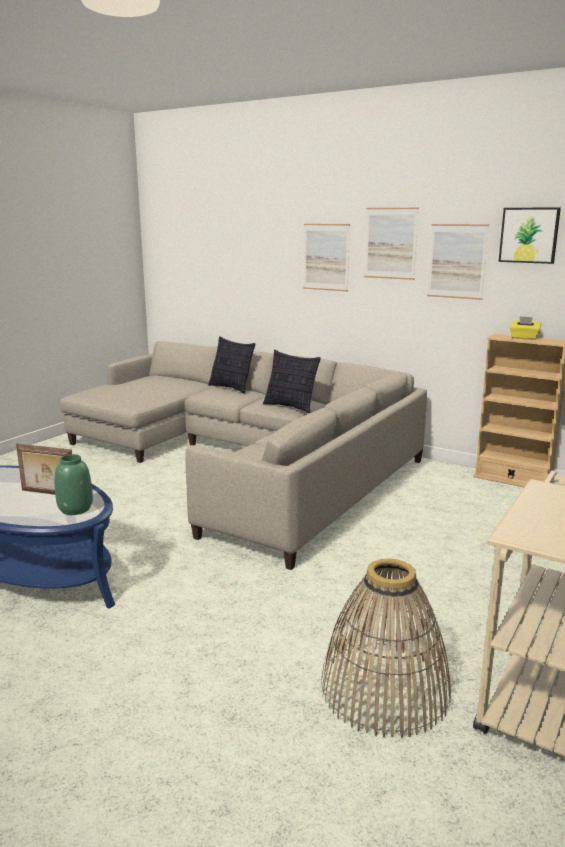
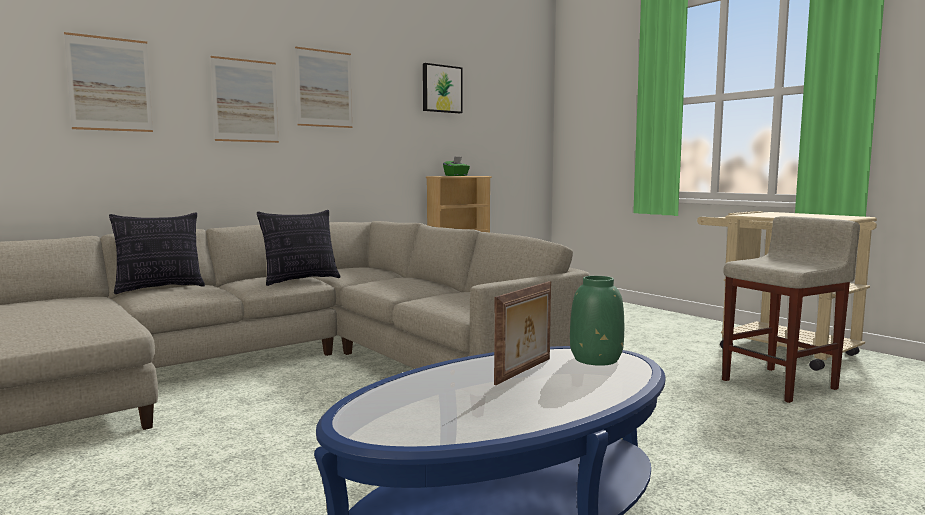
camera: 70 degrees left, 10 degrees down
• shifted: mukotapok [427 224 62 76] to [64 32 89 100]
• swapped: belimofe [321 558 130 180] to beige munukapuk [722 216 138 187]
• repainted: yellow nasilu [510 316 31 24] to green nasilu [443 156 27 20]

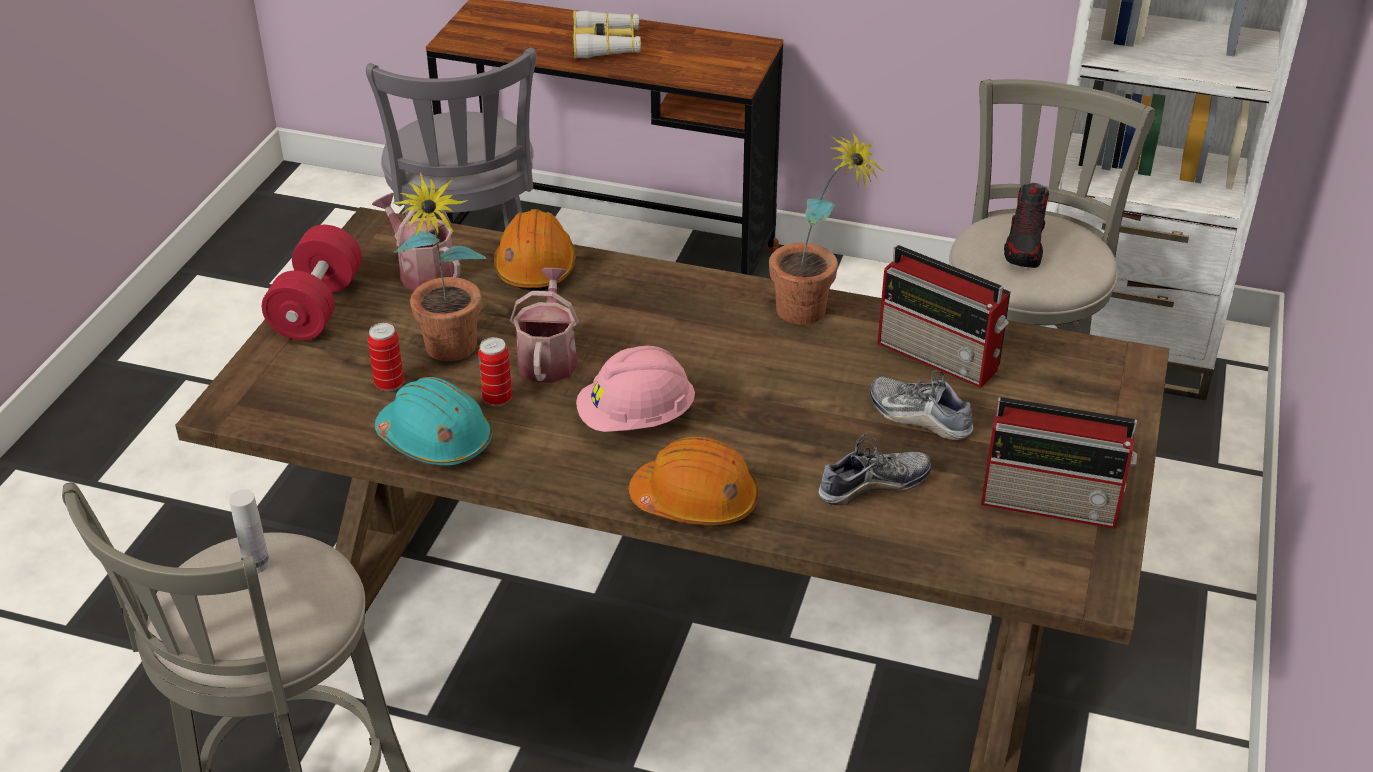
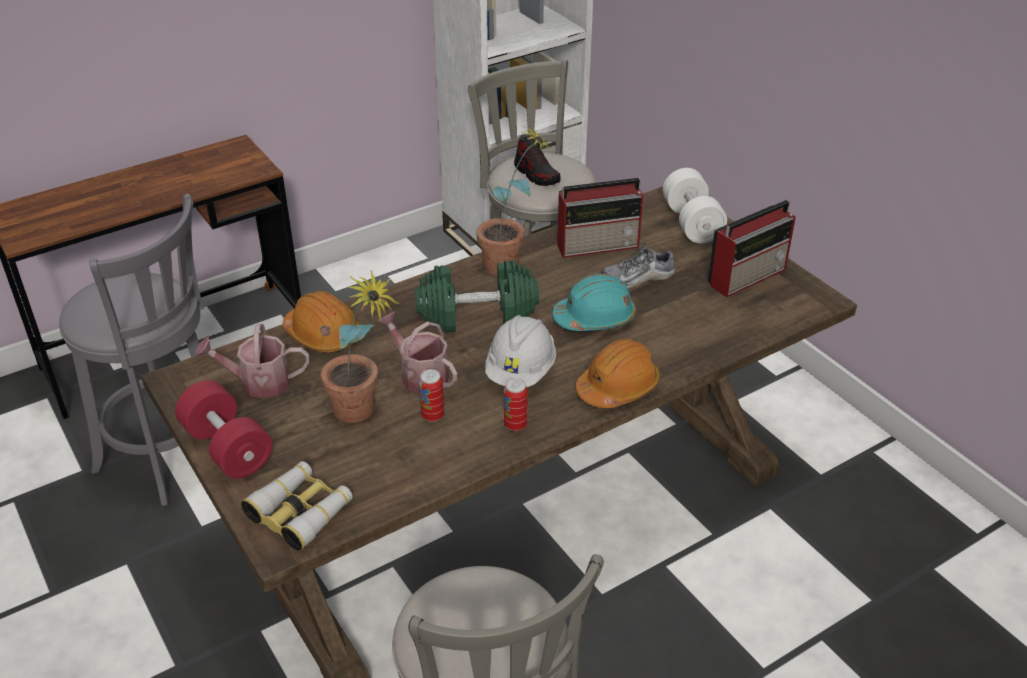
camera: 50 degrees left, 0 degrees up
• gone: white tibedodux [229 490 41 83]
• gone: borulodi [818 432 113 73]
• new: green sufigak [415 260 124 72]
• new: white sufigak [663 168 64 75]
• shifted: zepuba [368 323 36 68] to [504 378 24 53]
• shifted: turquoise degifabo [375 377 118 88] to [552 274 84 57]
• shifted: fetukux [573 11 68 48] to [241 461 112 90]
• repainted: pink degifabo [576 346 119 86] to white degifabo [485 315 71 72]

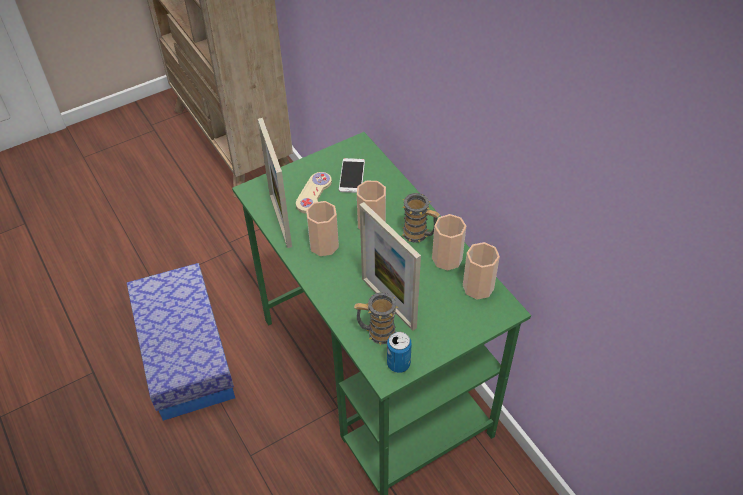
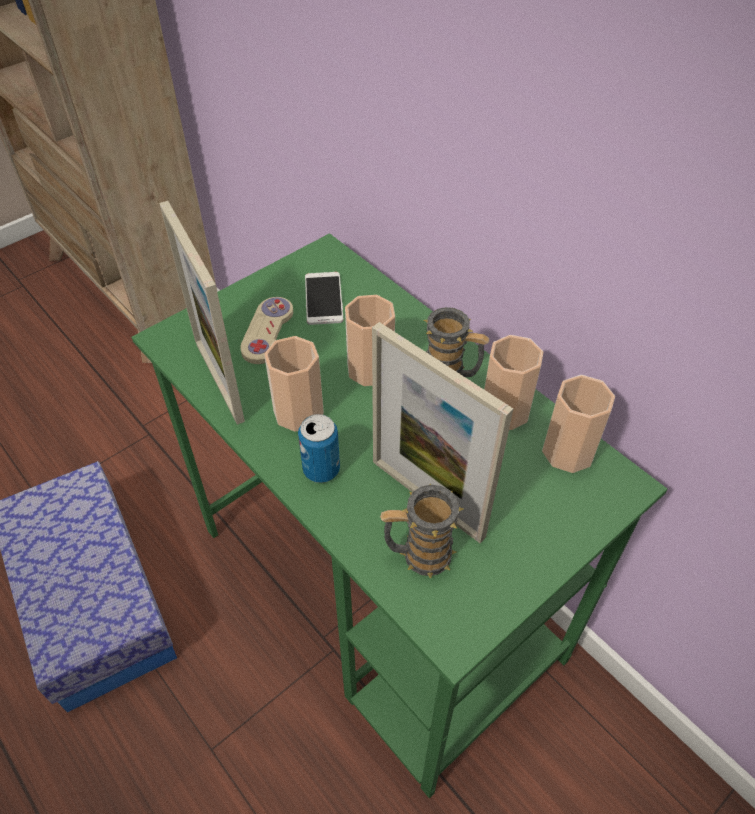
camera: 10 degrees left, 0 degrees up
• shifted: zepuba [387 332 25 41] to [298 414 42 69]

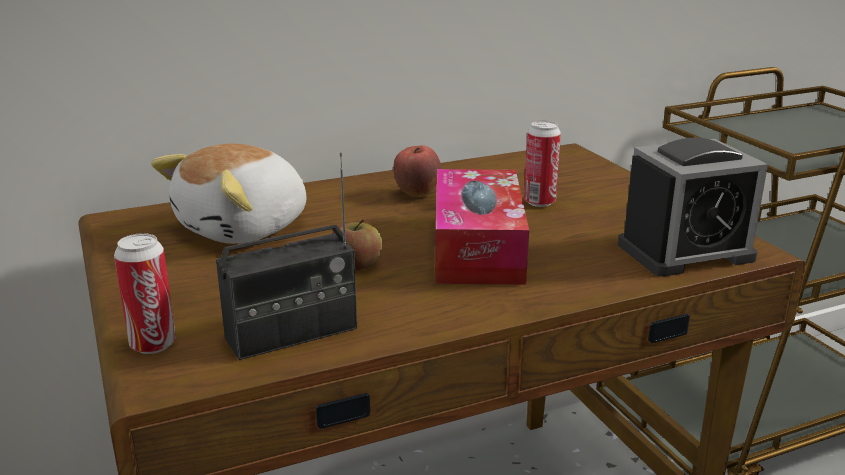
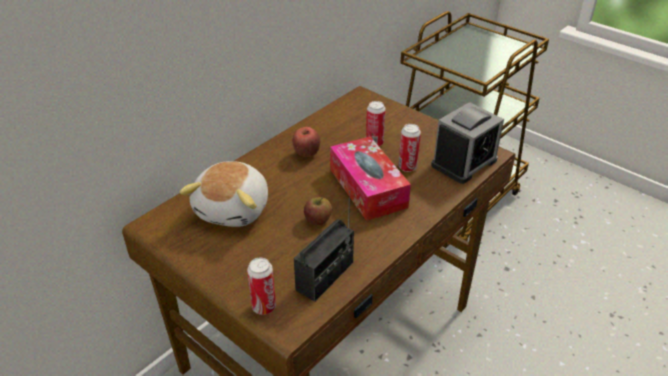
camera: 25 degrees left, 15 degrees up
• new: zepuba [398 124 23 48]

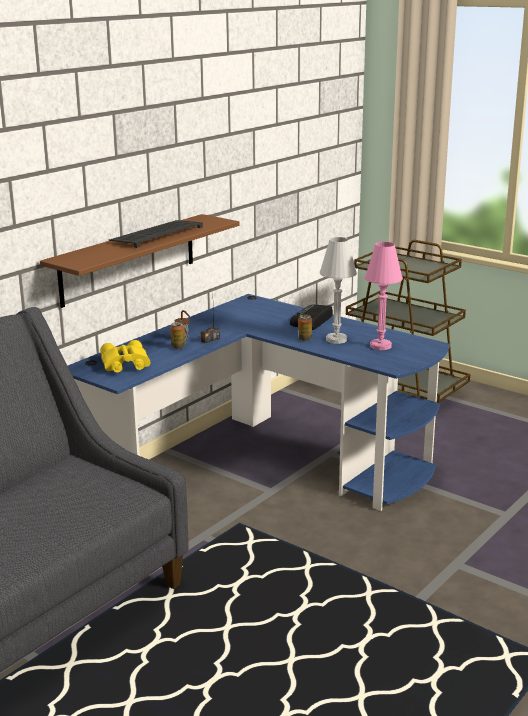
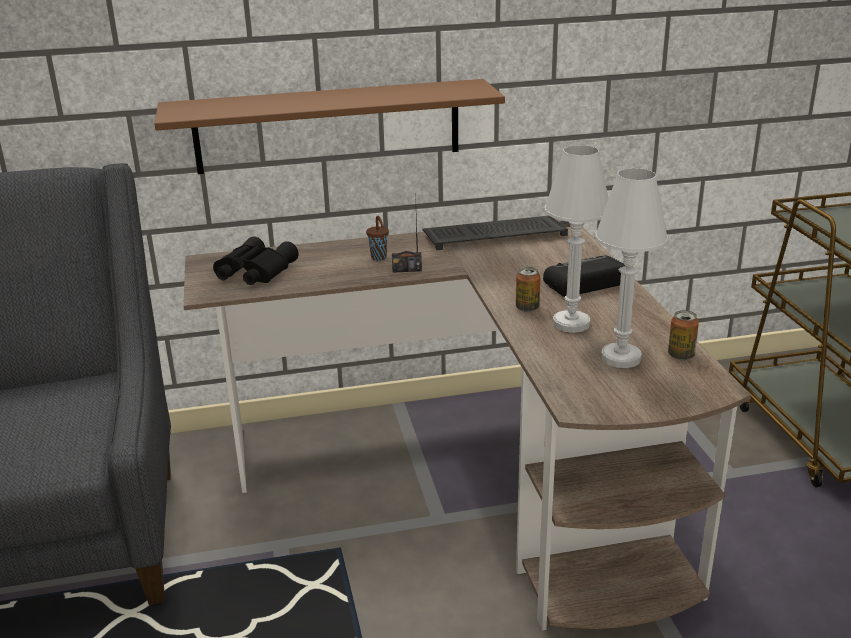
camera: 40 degrees right, 5 degrees up
• shifted: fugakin [109 220 94 28] to [422 216 146 34]
• shifted: zepuba [170 322 16 27] to [668 310 31 50]
• repainted: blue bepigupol [68 294 381 217] to brown bepigupol [183 218 568 413]
• repainted: yellow fetukux [100 340 50 32] to black fetukux [213 236 86 49]
• repainted: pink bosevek [365 242 38 108] to white bosevek [595 168 73 200]

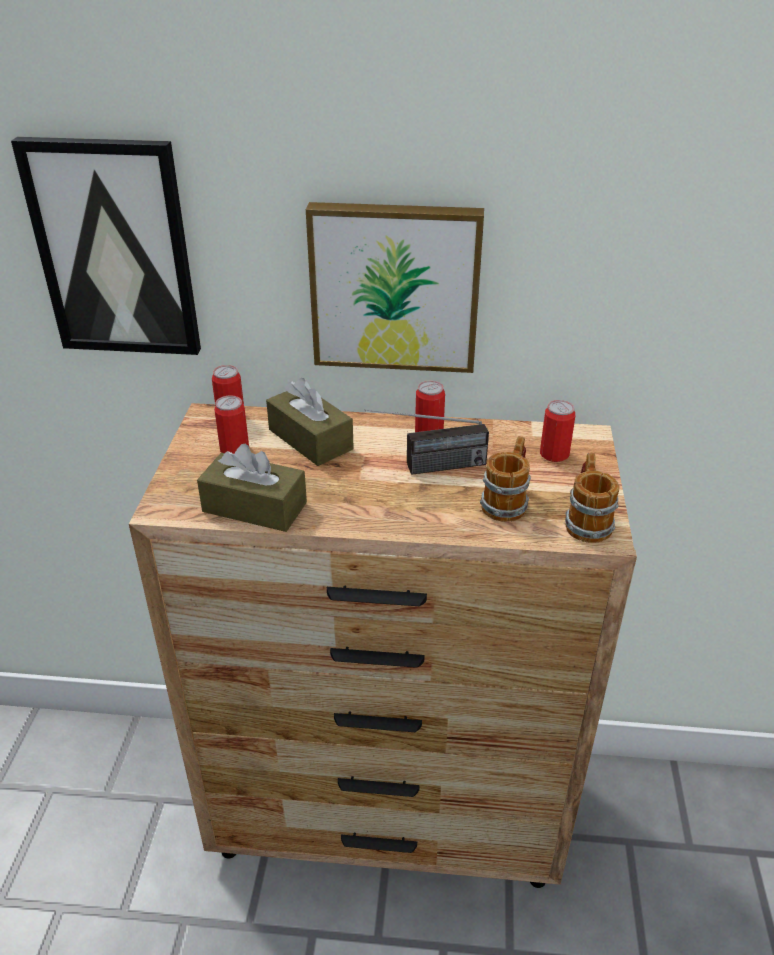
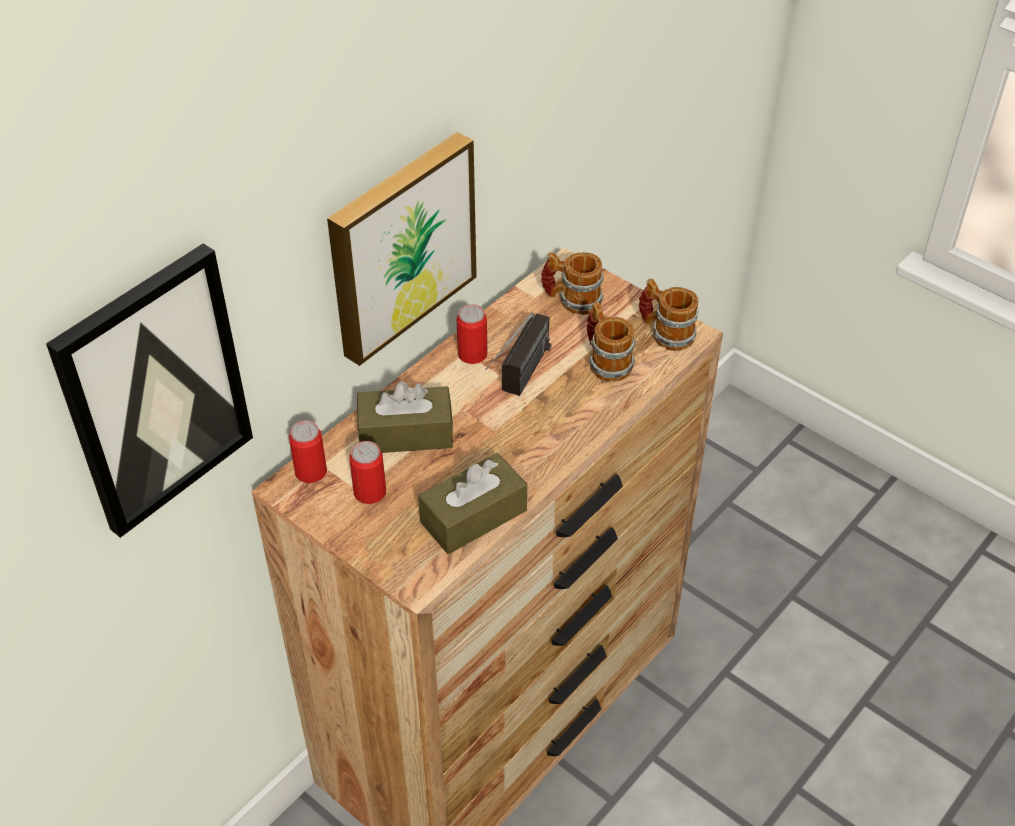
camera: 55 degrees left, 10 degrees up
• swapped: zepuba [540 400 35 62] to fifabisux [541 252 63 63]

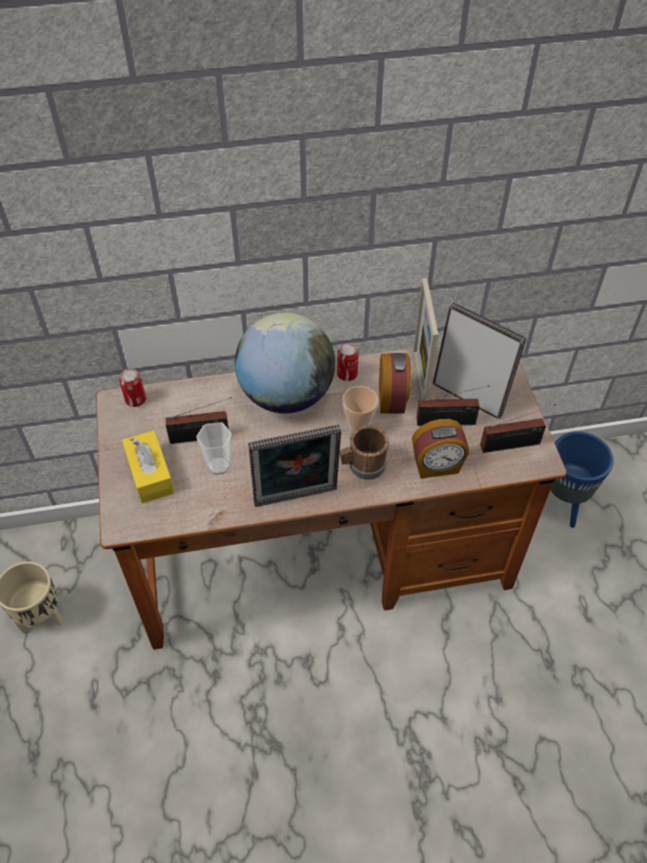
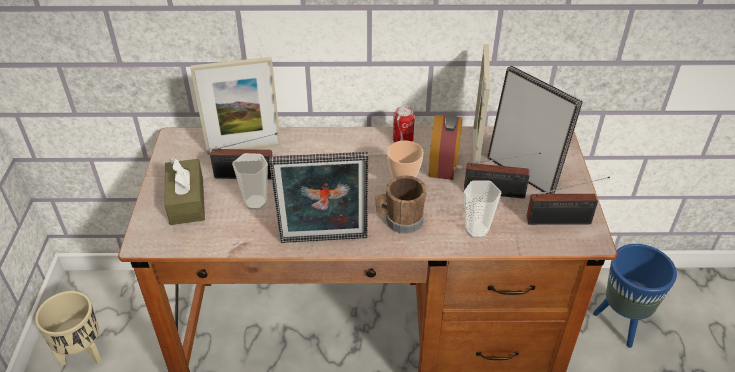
camera: 10 degrees right, 10 degrees down
• gone: zepuba [119 368 27 39]
• gone: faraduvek [235 313 100 100]
• new: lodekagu [190 57 91 98]
• swapped: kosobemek [412 419 57 60] to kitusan [464 180 37 58]
• repainted: yellow nasilu [122 430 53 73] to brown nasilu [165 158 40 67]

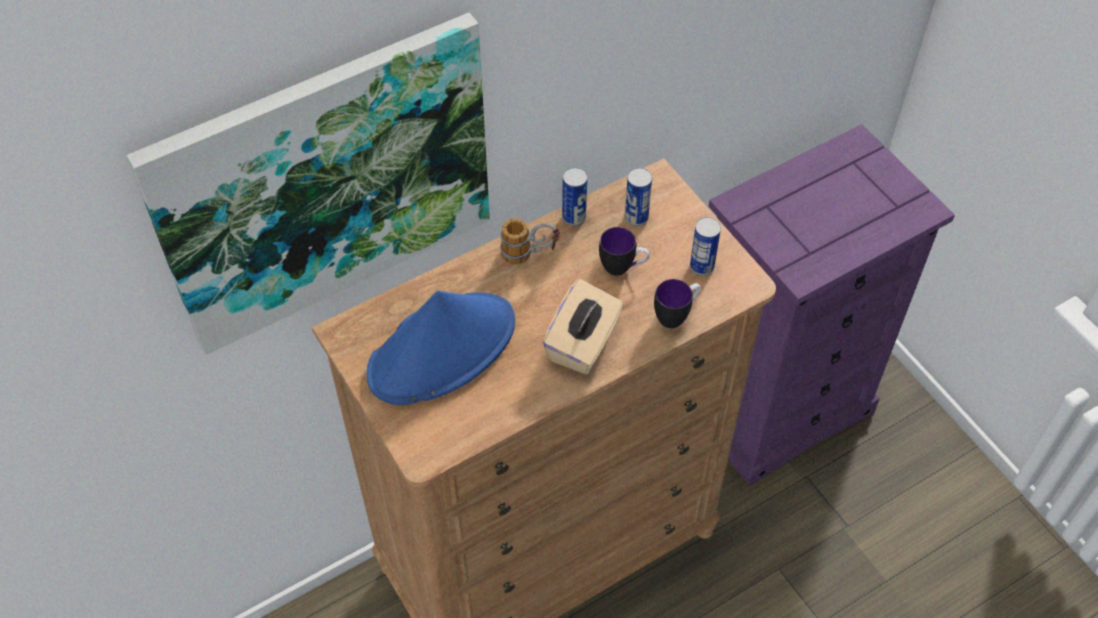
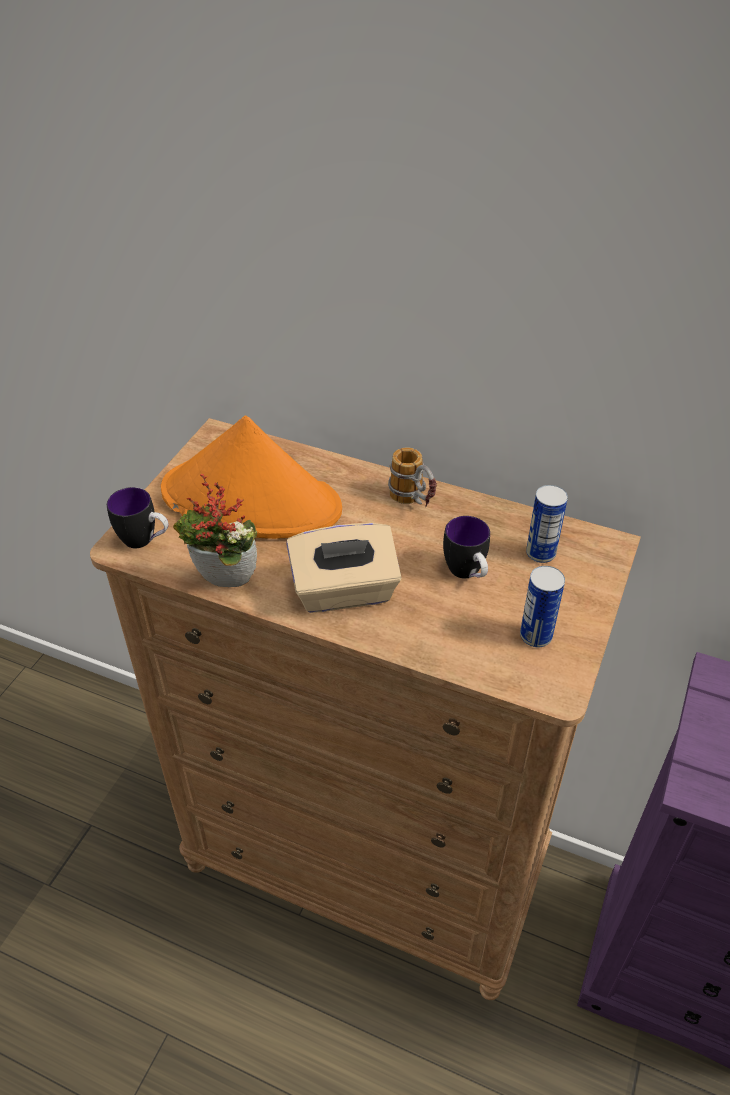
camera: 55 degrees right, 10 degrees down
• gone: mukotapok [126 12 364 343]
• gone: zepuba [562 167 25 59]
• new: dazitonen [173 474 84 113]
• shifted: fifabisux [654 279 47 49] to [107 487 61 61]
• repainted: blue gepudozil [367 290 148 115] to orange gepudozil [161 416 181 123]

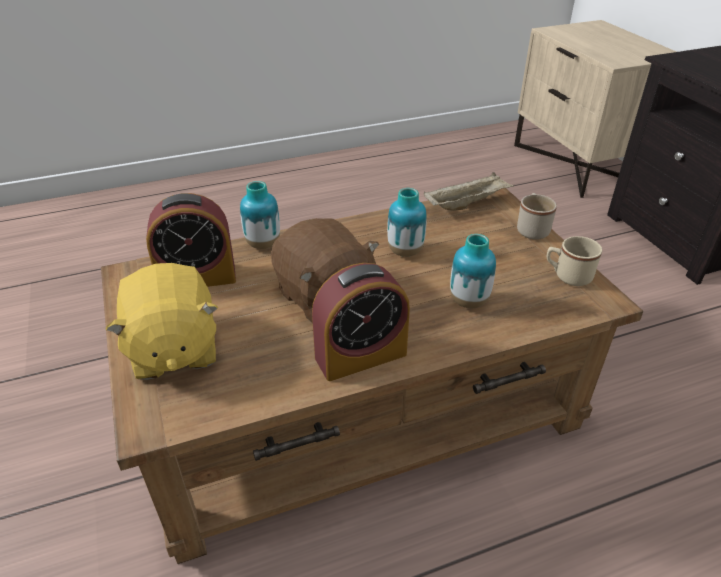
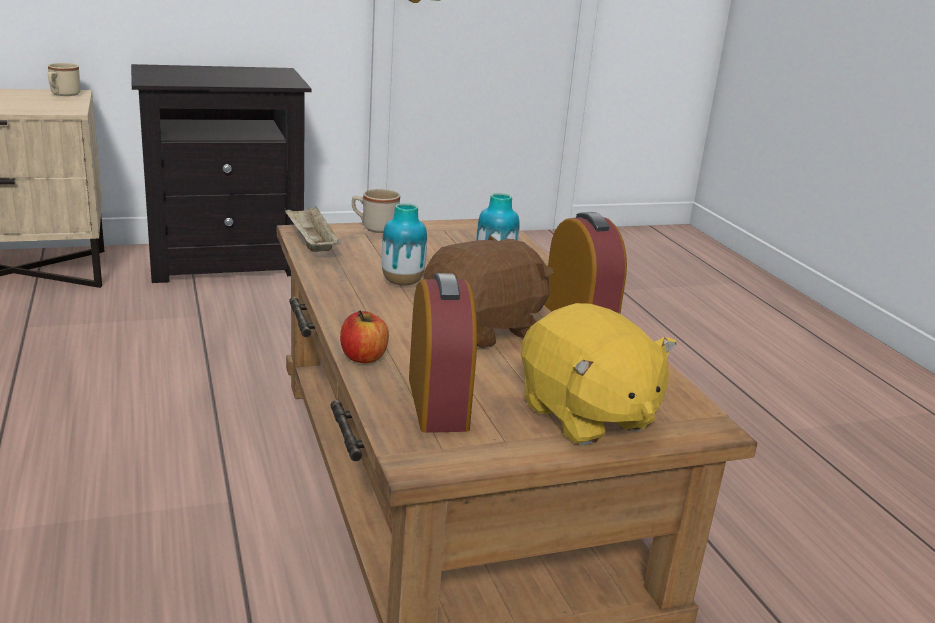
camera: 90 degrees left, 15 degrees down
• shifted: beige fifabisux [546 236 56 50] to [48 63 33 33]
• swapped: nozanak [240 181 40 68] to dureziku [340 310 49 53]
• rotated: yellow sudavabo [105 263 113 117] = [521 303 156 142] 75 degrees clockwise

